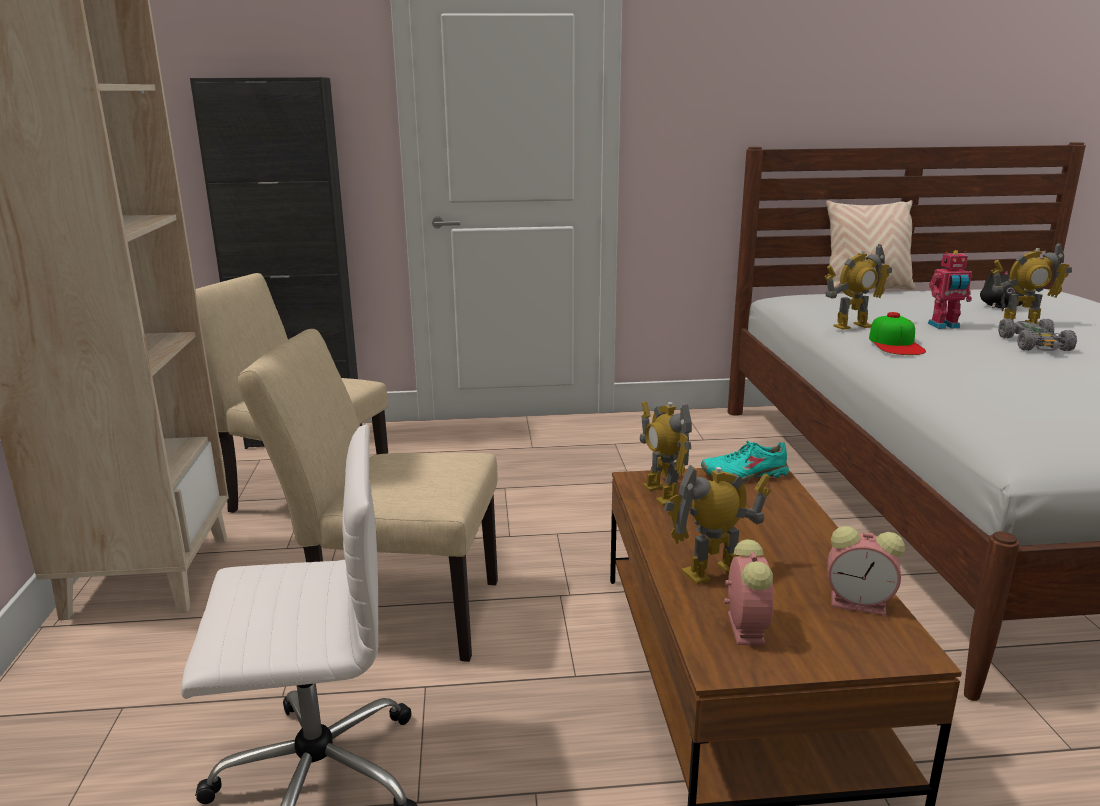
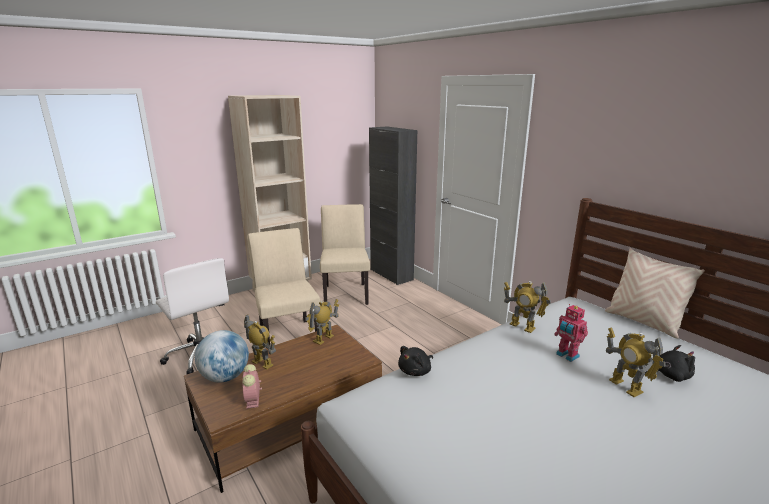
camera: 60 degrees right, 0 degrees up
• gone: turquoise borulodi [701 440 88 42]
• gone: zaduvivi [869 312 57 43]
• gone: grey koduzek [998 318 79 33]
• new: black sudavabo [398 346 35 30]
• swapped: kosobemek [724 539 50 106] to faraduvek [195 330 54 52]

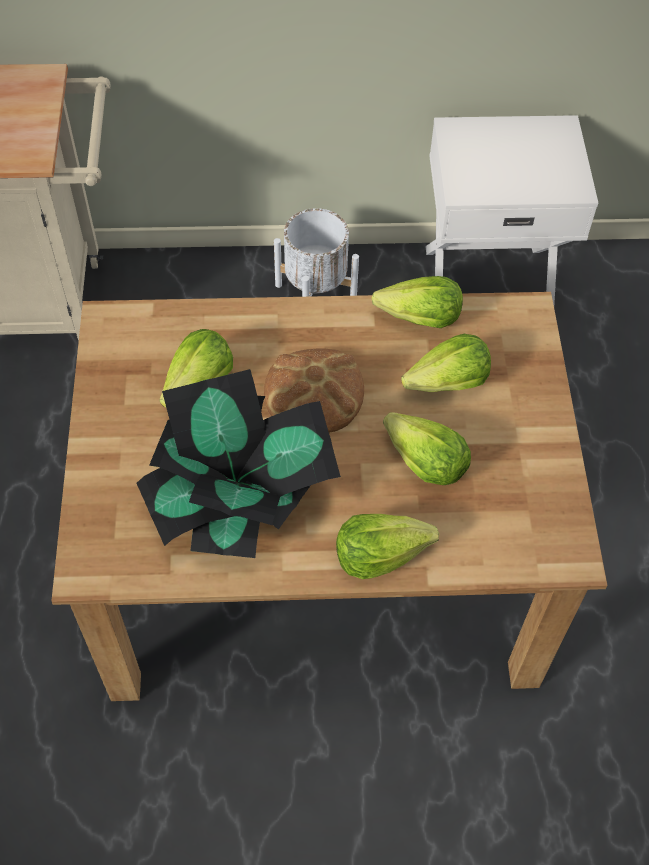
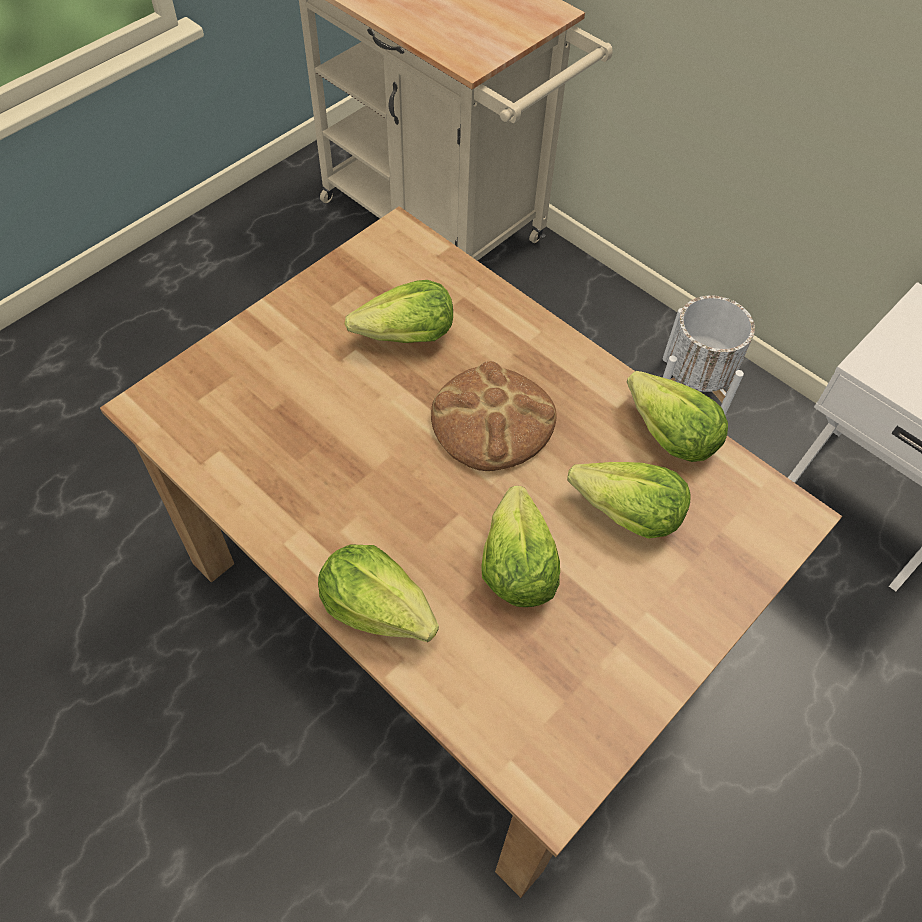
camera: 45 degrees right, 0 degrees up
• gone: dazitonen [136 369 205 189]

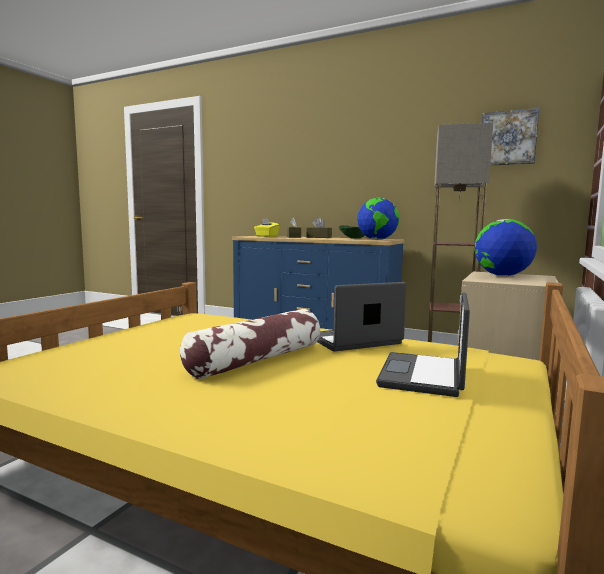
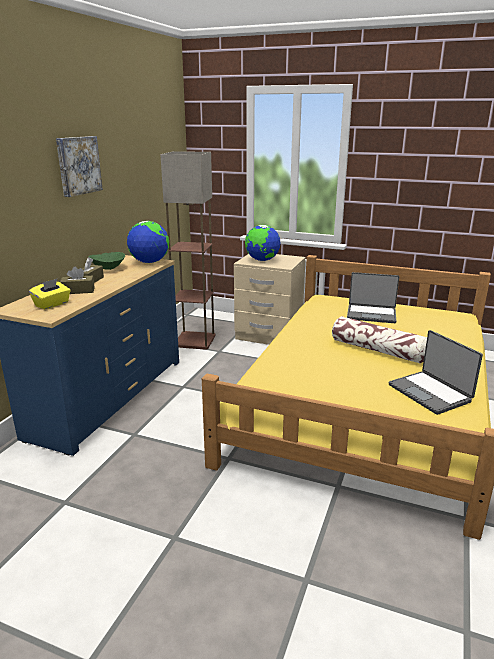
camera: 95 degrees left, 15 degrees up
• shifted: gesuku [317 282 90 70] to [389 330 94 85]
• shifted: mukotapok [482 108 57 58] to [56 136 47 61]

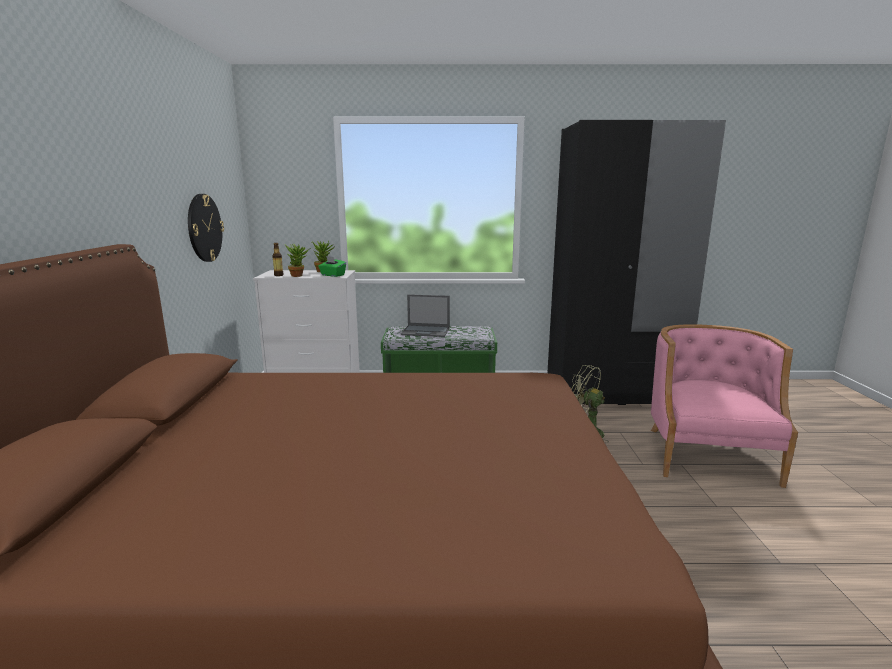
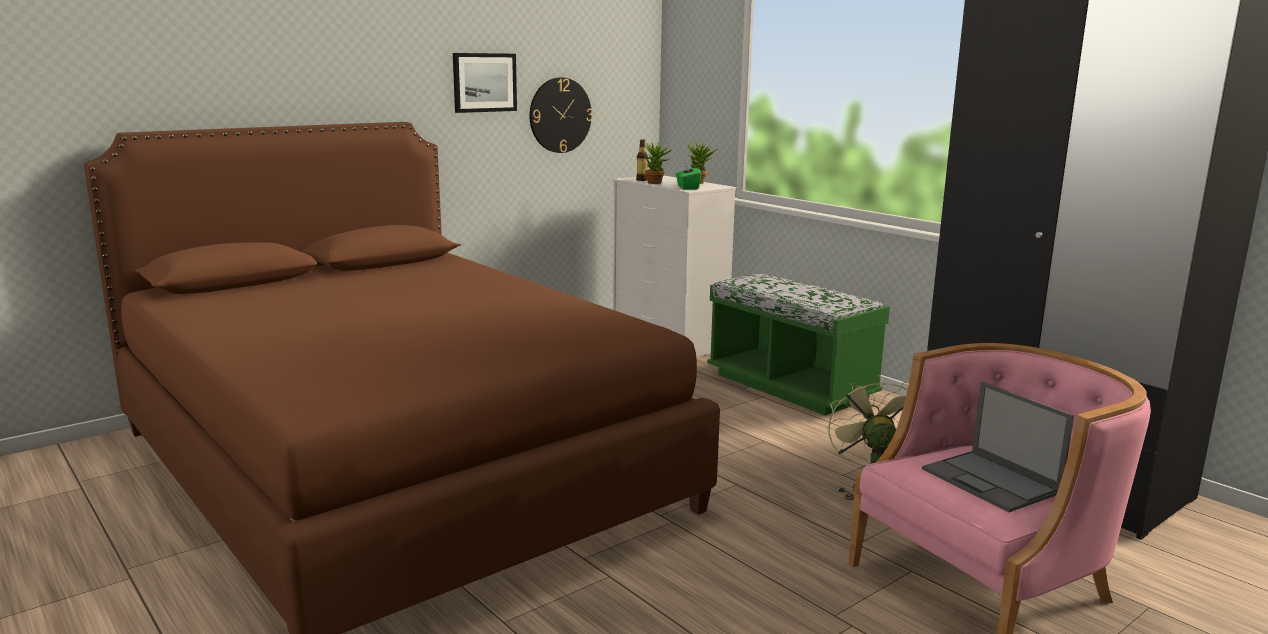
camera: 50 degrees right, 0 degrees up
• new: mukotapok [453 53 64 60]
• shifted: gesuku [401 294 49 43] to [922 382 152 130]

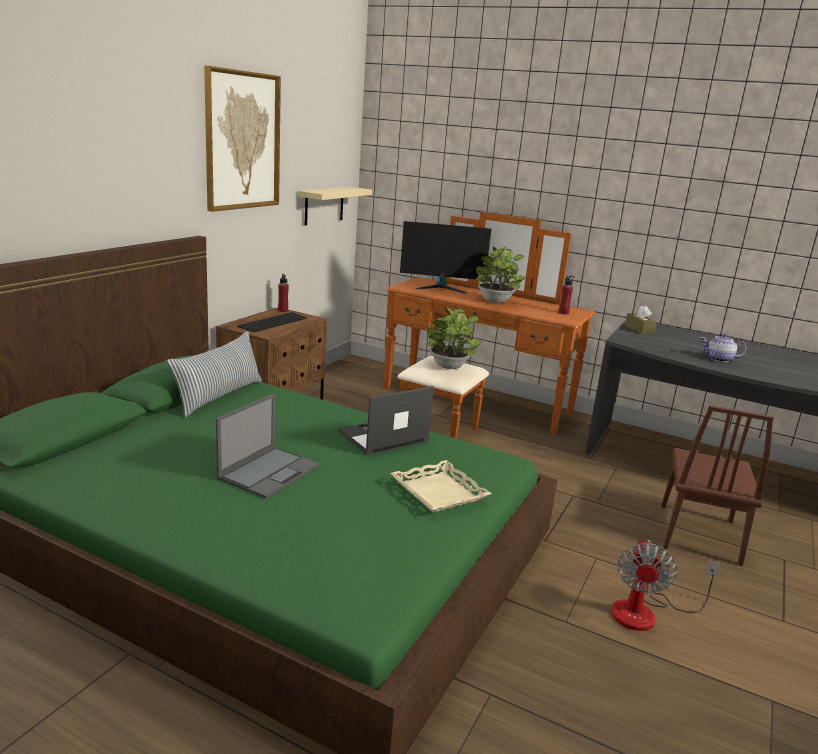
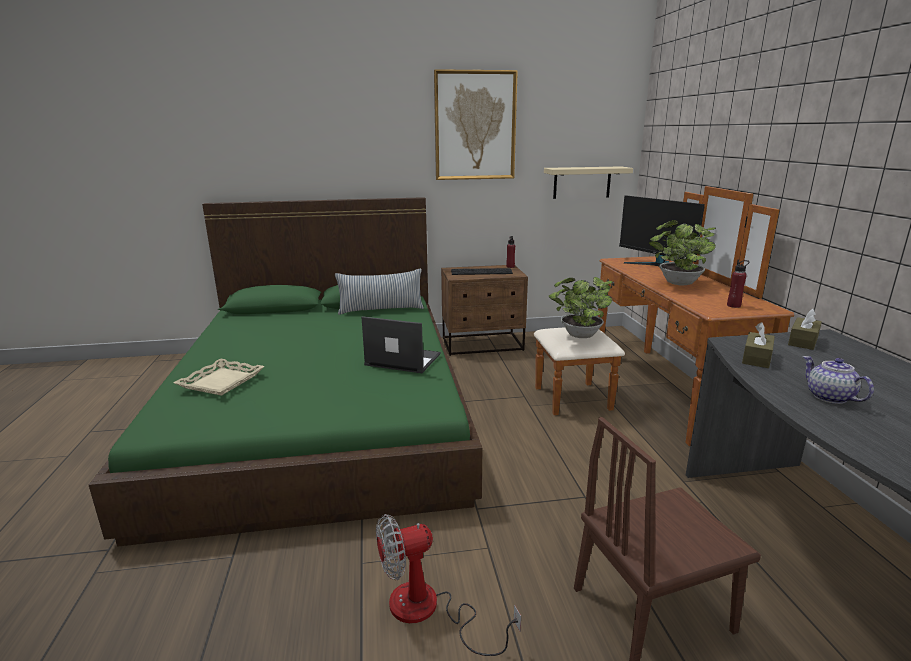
camera: 55 degrees right, 0 degrees up
• gone: gesuku [216 393 104 106]
• new: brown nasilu [742 322 33 46]
• shifted: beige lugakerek [390 460 102 53] to [174 358 91 38]

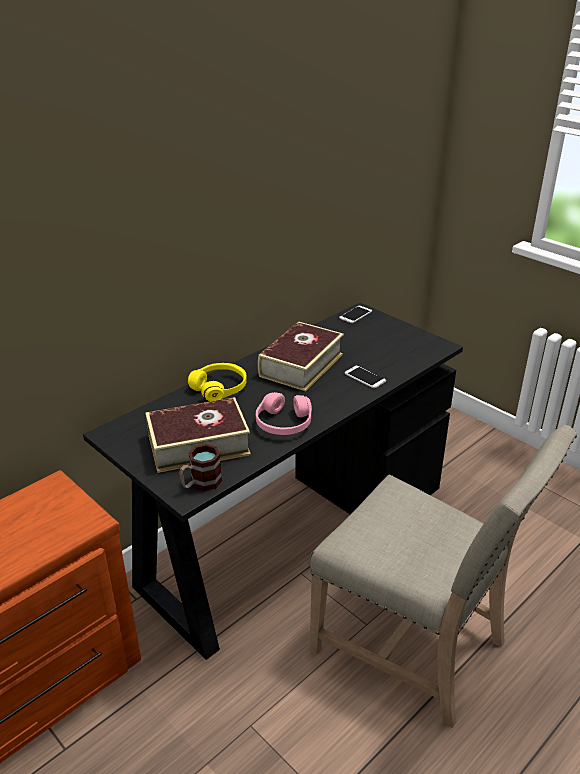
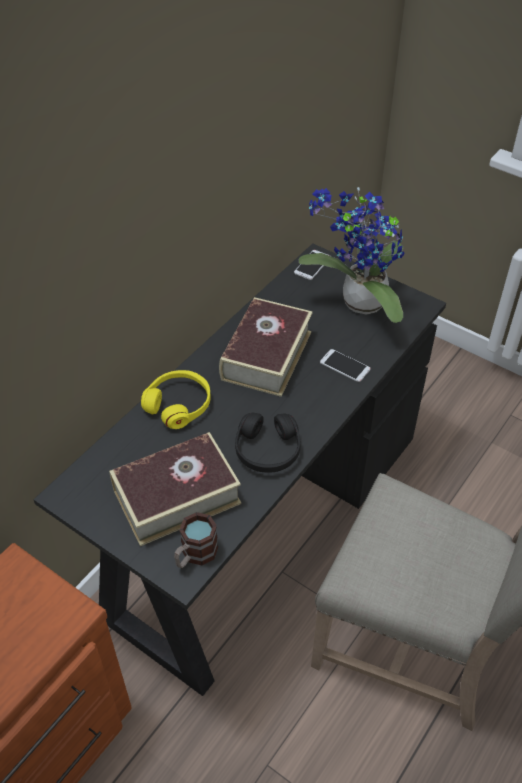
camera: 10 degrees left, 15 degrees up
• new: dazitonen [298 187 107 136]
• repainted: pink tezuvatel [256 392 56 43] to black tezuvatel [235 413 66 59]

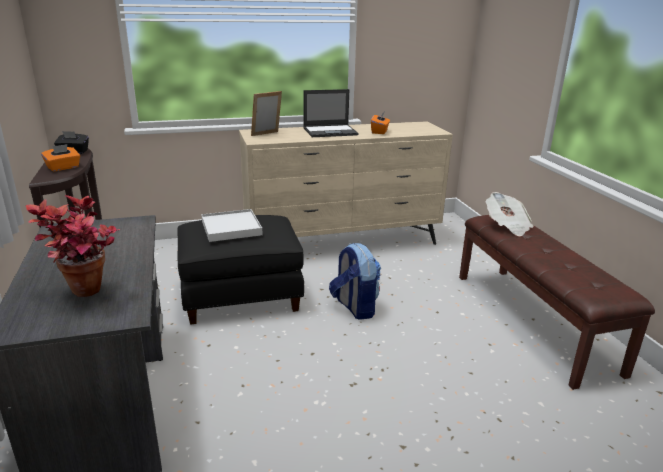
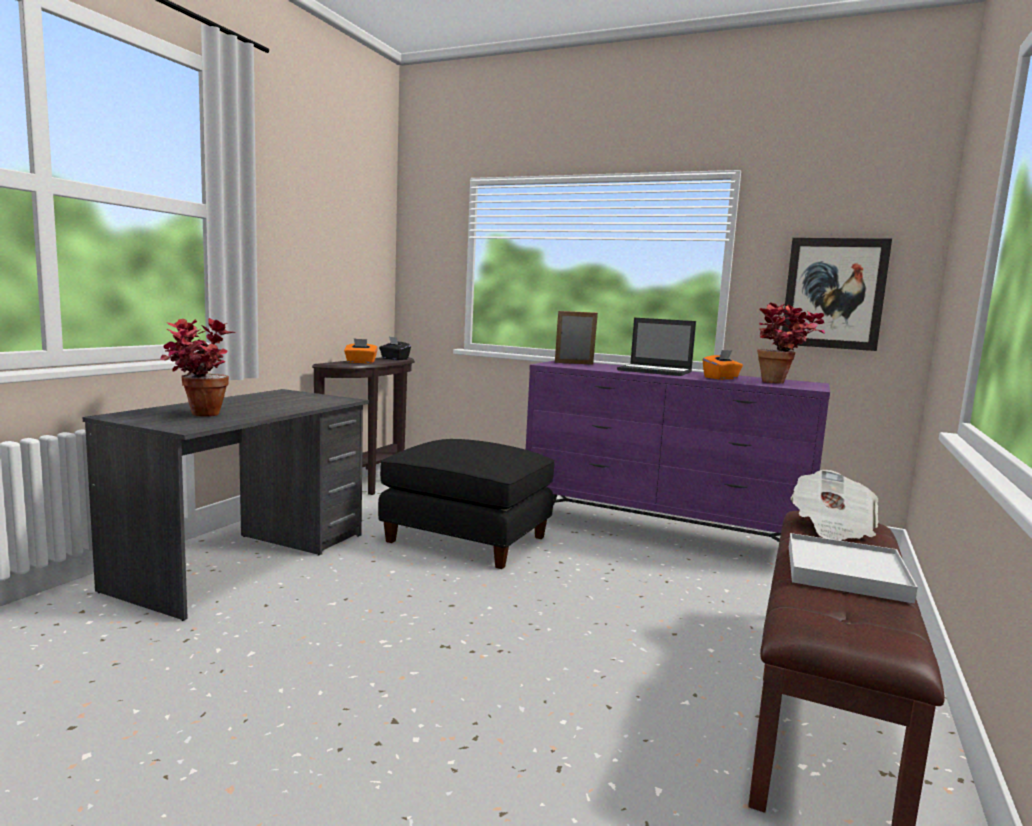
camera: 40 degrees right, 15 degrees down
• gone: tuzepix [329 243 52 77]
• new: dazitonen [757 302 68 81]
• new: mukotapok [782 238 110 113]
• shifted: white lugakerek [201 209 62 33] to [789 533 129 71]
• repainted: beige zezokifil [239 121 214 124] to purple zezokifil [526 360 304 182]

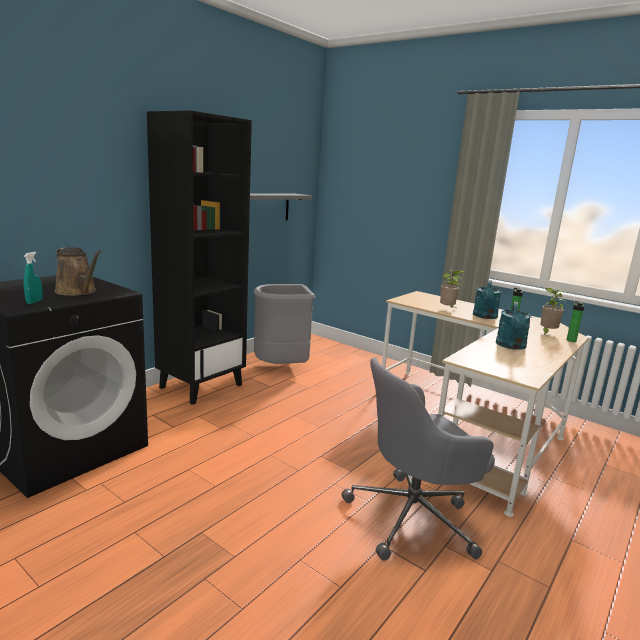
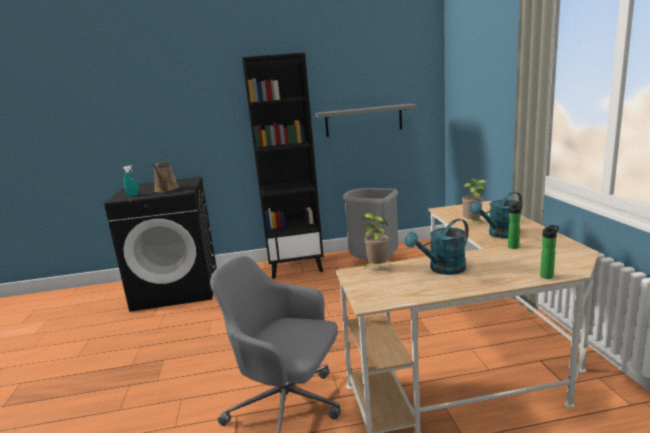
camera: 45 degrees right, 0 degrees up
• shifted: dazitonen [540 288 27 47] to [358 213 31 55]

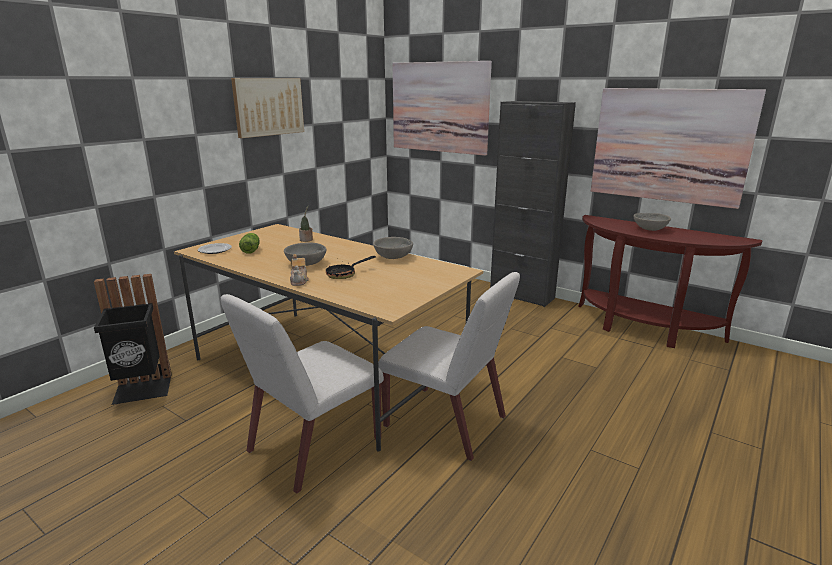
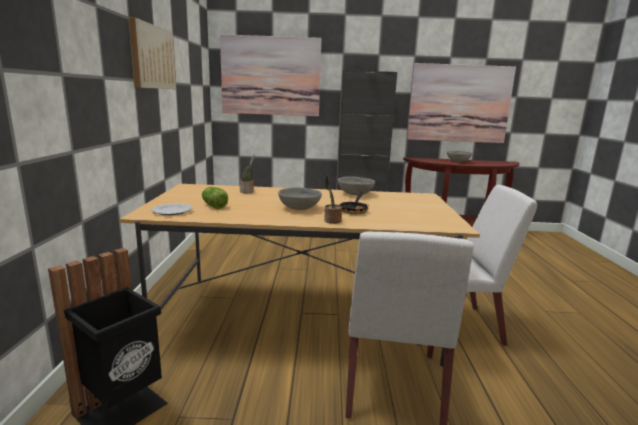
camera: 35 degrees left, 5 degrees down
• swapped: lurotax [290 254 19 32] to dazitonen [324 175 18 49]

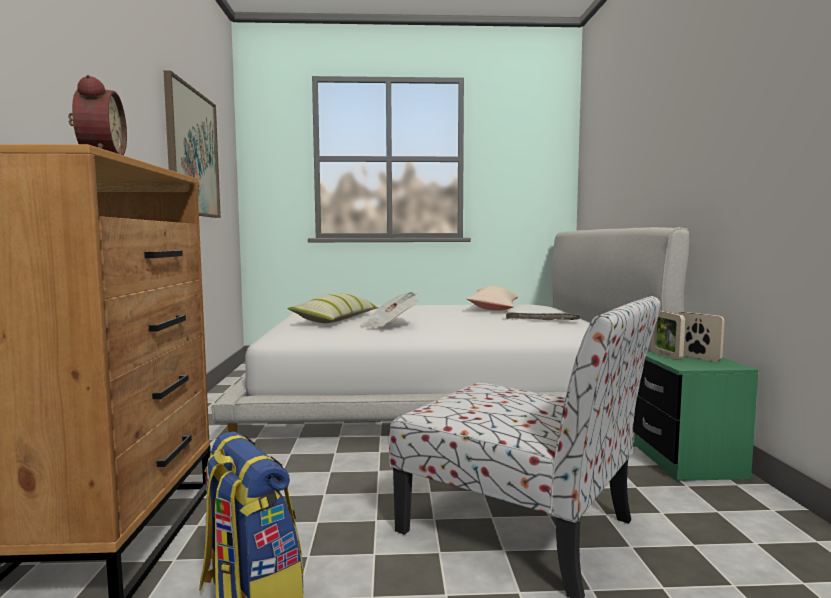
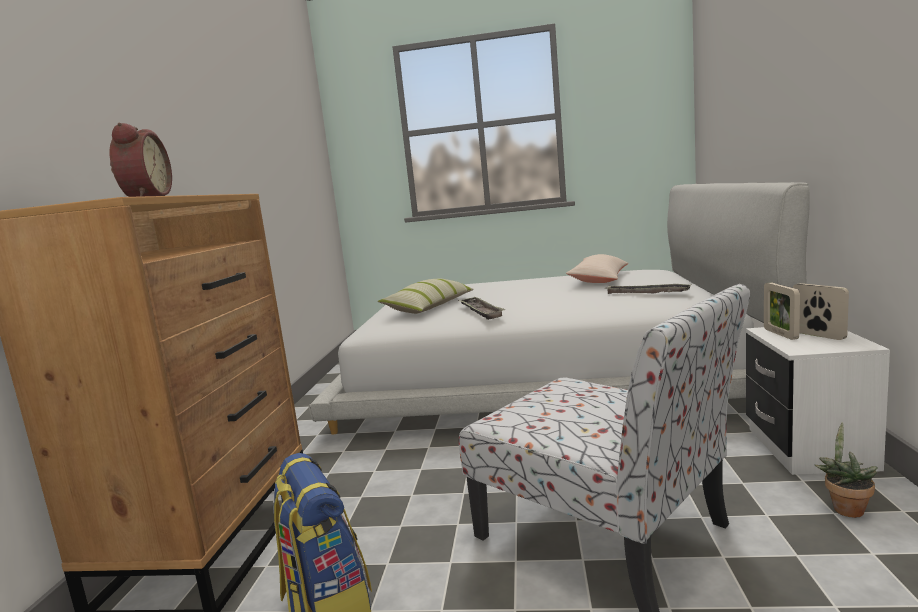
camera: 10 degrees right, 5 degrees up
• gone: mukotapok [164 70 57 148]
• new: dazitonen [815 422 63 96]
• swapped: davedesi [361 292 57 36] to lugakerek [460 297 45 23]
• repainted: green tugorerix [633 351 125 130] to white tugorerix [746 327 144 148]

